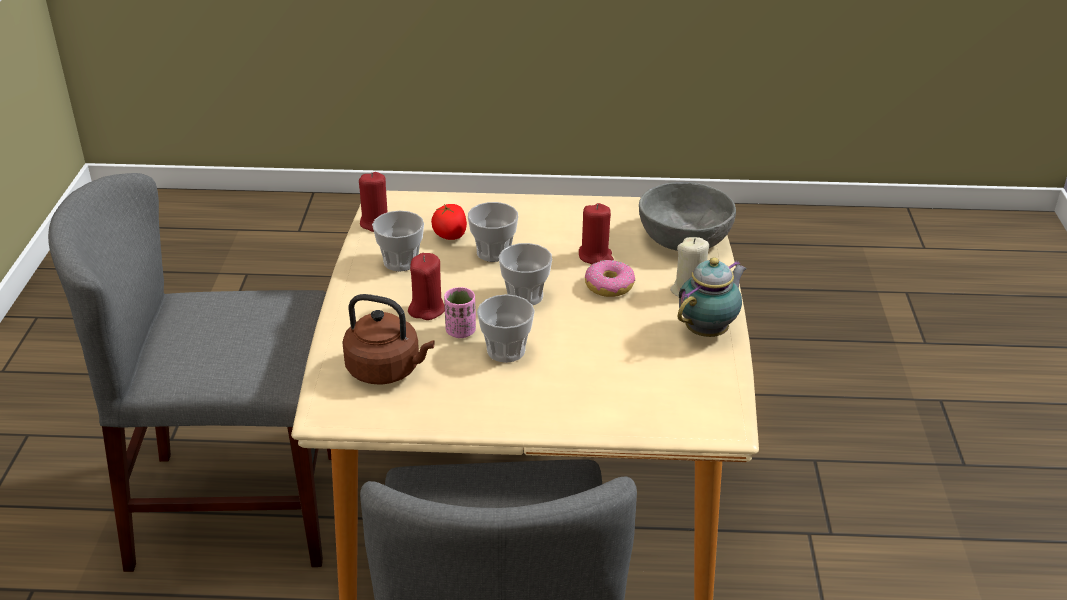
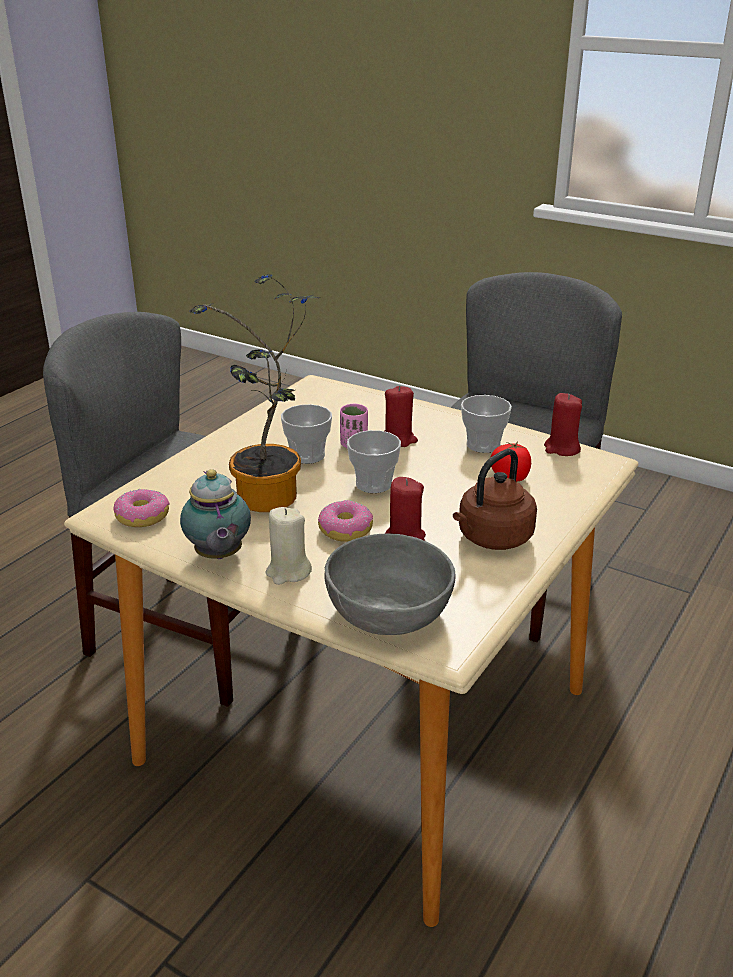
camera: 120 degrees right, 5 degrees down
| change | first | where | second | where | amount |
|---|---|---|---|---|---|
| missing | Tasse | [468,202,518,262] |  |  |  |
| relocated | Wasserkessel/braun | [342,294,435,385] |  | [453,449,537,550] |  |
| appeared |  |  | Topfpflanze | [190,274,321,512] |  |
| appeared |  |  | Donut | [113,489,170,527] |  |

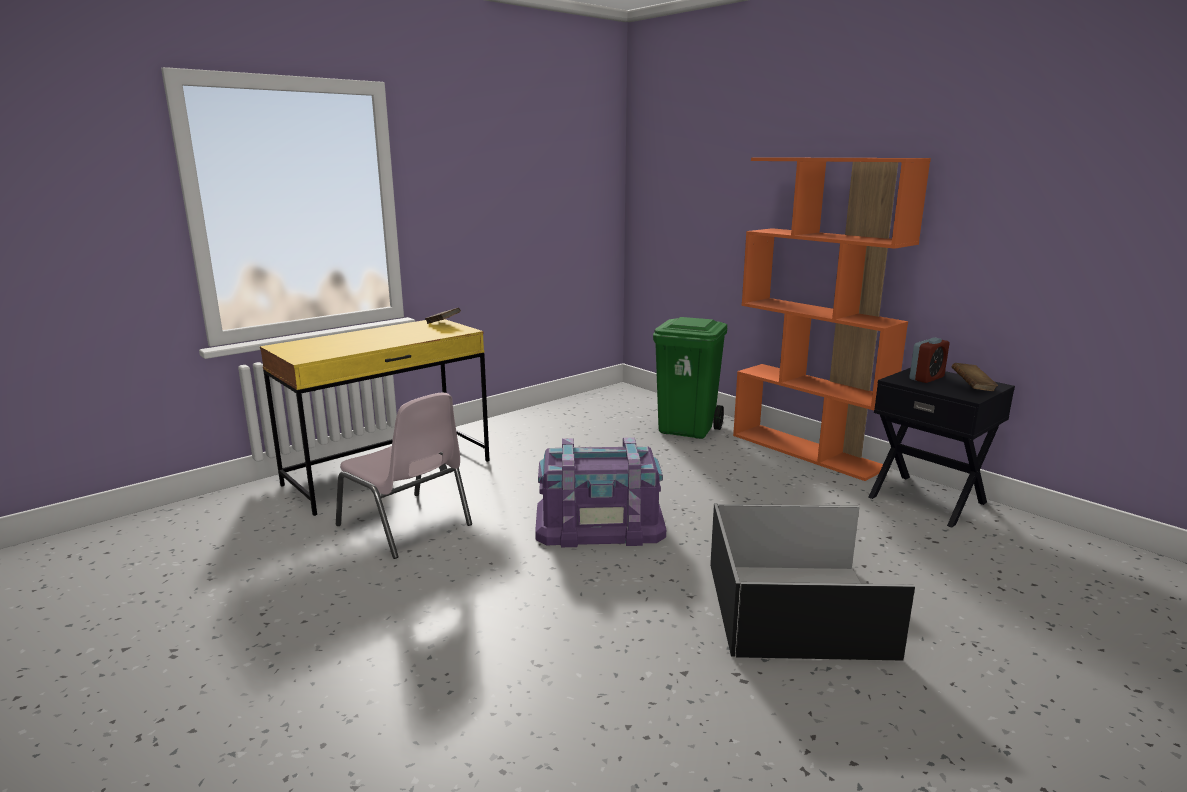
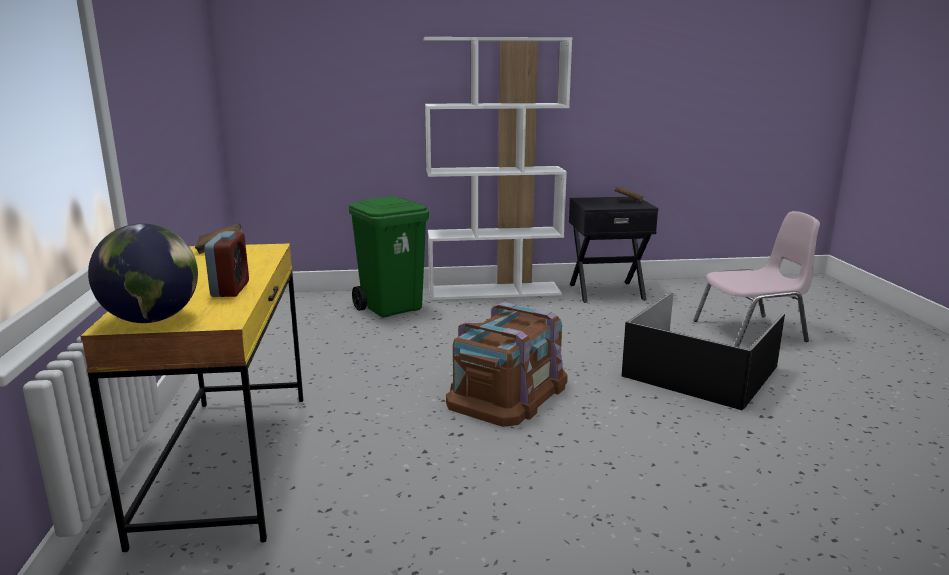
camera: 55 degrees left, 0 degrees up
| change | first | where | second | where | amount |
|---|---|---|---|---|---|
| colour | Bücherregal/orange | [733,158,931,481] | Bücherregal/weiß | [424,37,572,300] |  |
| relocated | Wecker | [910,337,950,383] |  | [204,231,249,297] |  |
| relocated | Stuhl/rosa | [336,393,472,559] |  | [693,211,820,347] |  |
| colour | Aufbewahrungsbox/lila | [535,437,666,547] | Aufbewahrungsbox/braun | [446,302,567,427] |  |
| appeared |  |  | Globus | [88,224,198,323] |  |

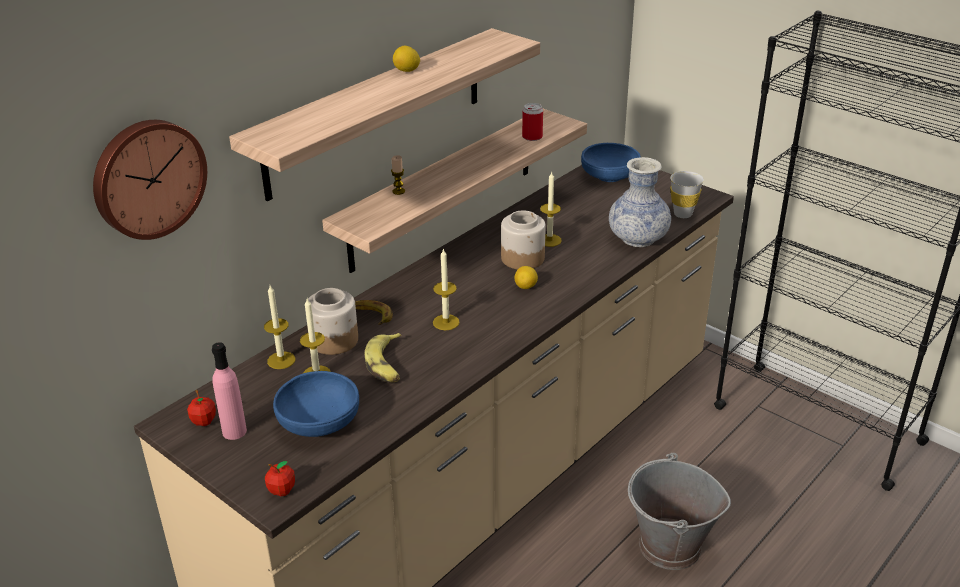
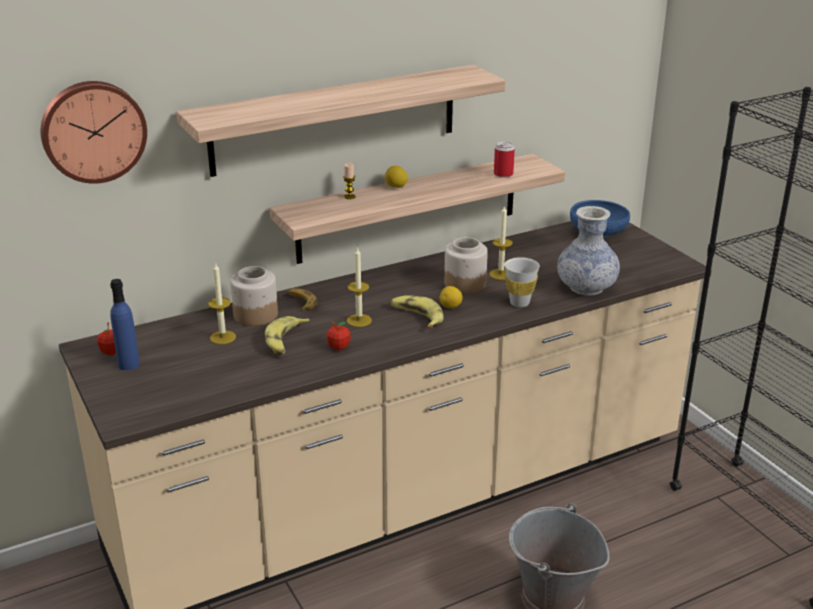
camera: 20 degrees right, 5 degrees down
| change | first | where | second | where | amount |
|---|---|---|---|---|---|
| relocated | Zitrone | [393,46,420,72] |  | [385,166,408,188] |  |
| relocated | Tasse/weiß | [670,171,704,218] |  | [504,257,540,307] |  |
| missing | Kerze | [264,285,295,369] |  |  |  |
| colour | Flasche/rosa | [212,342,247,440] | Flasche/blau | [110,279,140,370] |  |
| missing | Schüssel/blau | [273,371,359,437] |  |  |  |
| relocated | Apfel | [265,461,295,496] |  | [327,321,351,350] |  |
| appeared |  |  | Banane | [390,296,444,328] |  |

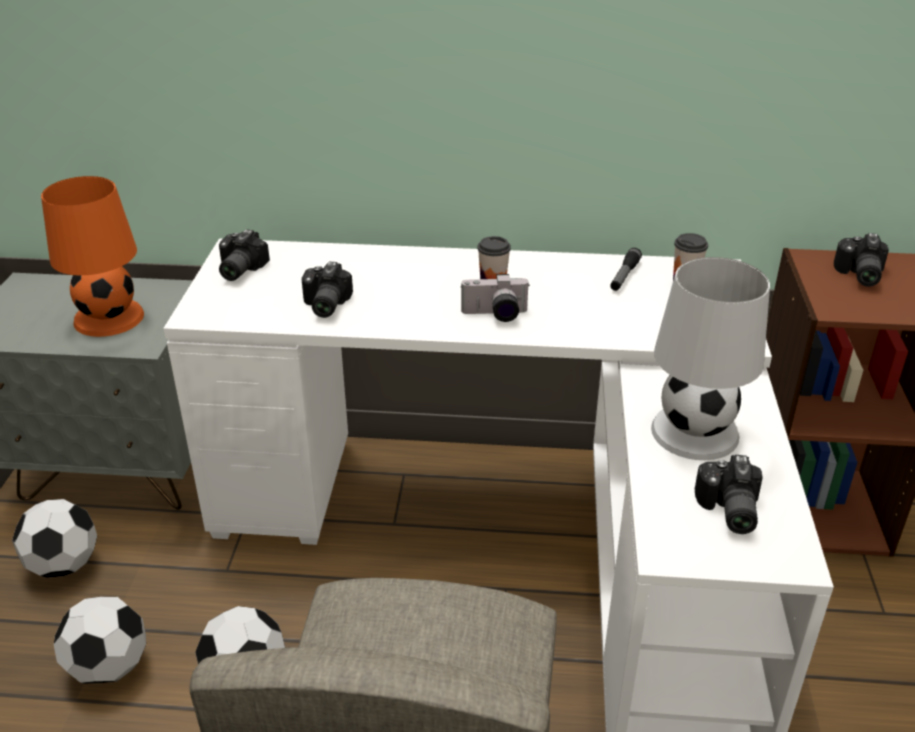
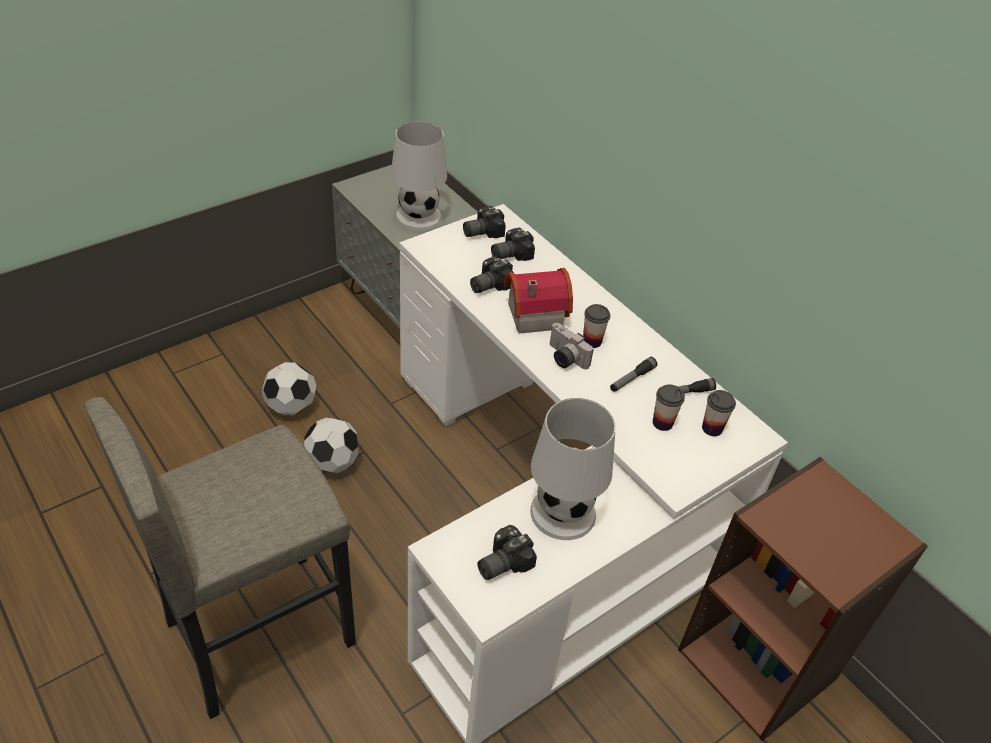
camera: 45 degrees right, 10 degrees up
| change | first | where | second | where | amount |
|---|---|---|---|---|---|
| colour | Tischlampe/orange | [41,176,144,337] | Tischlampe/weiß | [391,121,447,231] |  |
| relocated | Kamera | [834,233,889,287] |  | [491,227,535,261] |  |
| missing | Fußball | [12,499,97,578] |  |  |  |
| appeared |  |  | Spielzeughaus | [504,268,573,334] |  |
| appeared |  |  | Taschenlampe | [610,357,657,392] |  |
| appeared |  |  | Tasse | [653,384,685,431] |  |

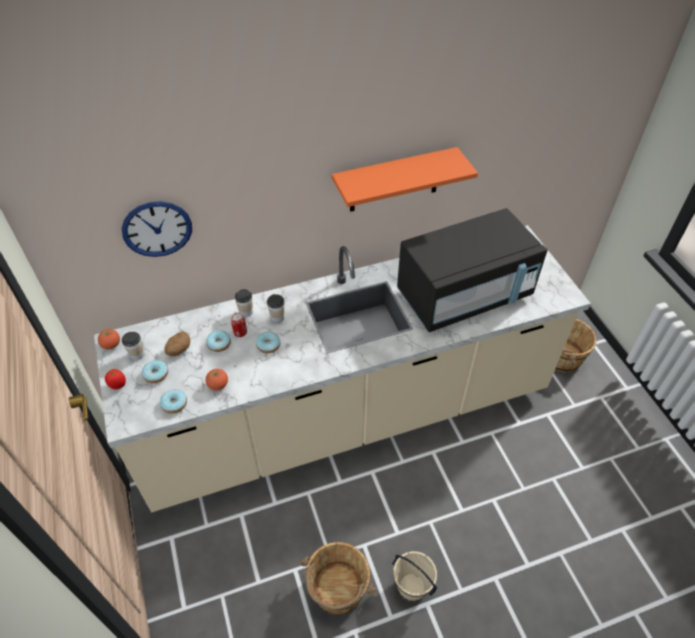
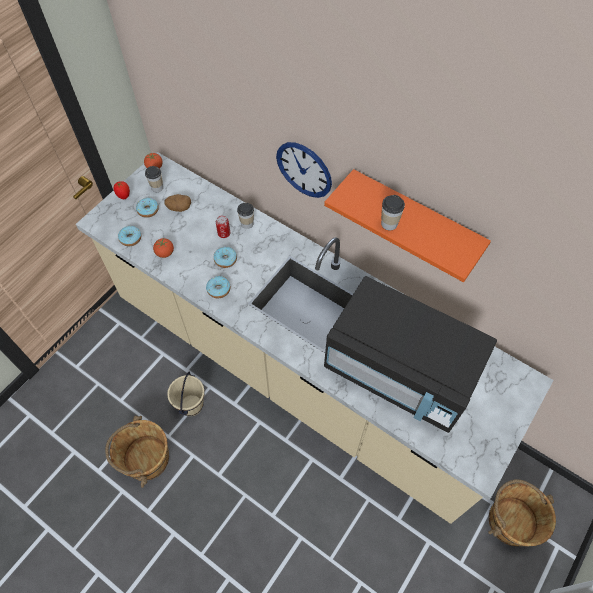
camera: 55 degrees right, 10 degrees up
| change | first | where | second | where | amount |
|---|---|---|---|---|---|
| relocated | Wanduhr | [121,201,192,257] |  | [276,142,332,198] |  |
| relocated | Tasse | [267,294,284,323] |  | [381,195,405,230] |  |
| relocated | Donut | [206,330,231,352] |  | [206,276,230,298] |  |
| relocated | Eimer/beige | [392,551,438,602] |  | [167,372,205,416] |  |

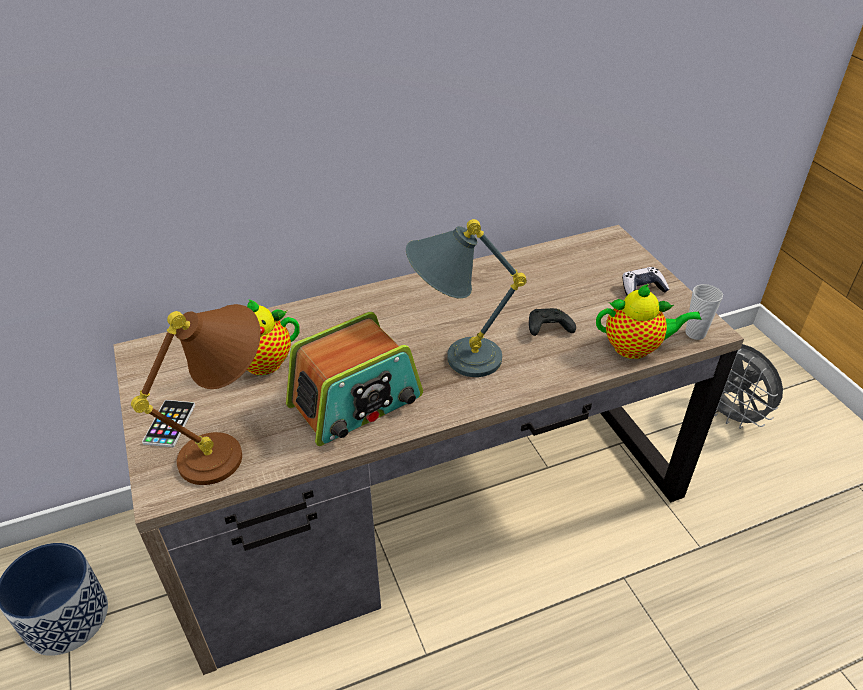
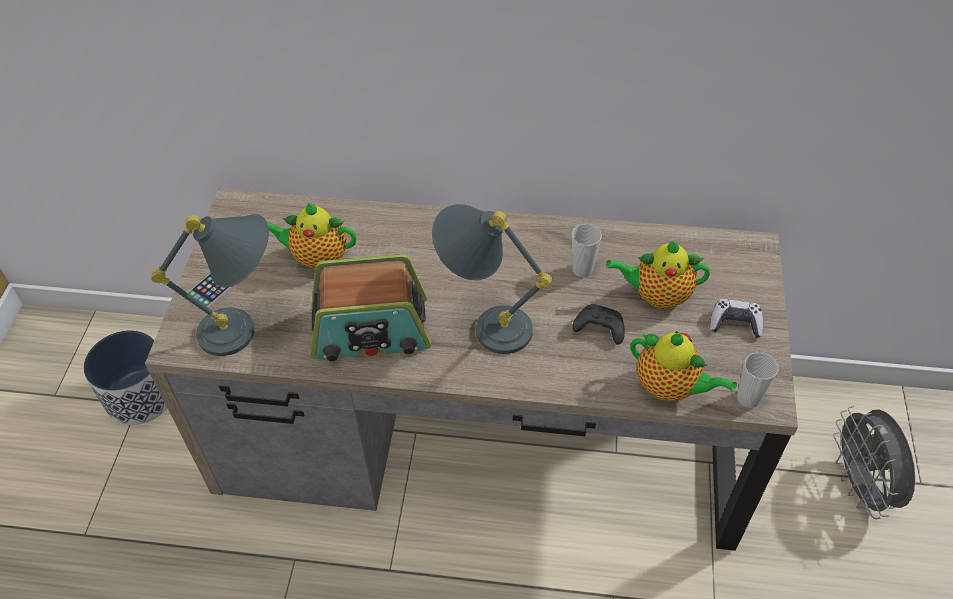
camera: 30 degrees right, 10 degrees up
| change | first | where | second | where | amount |
|---|---|---|---|---|---|
| colour | Tischlampe/braun | [131,304,261,485] | Tischlampe/grau | [151,214,269,356] |  |
| appeared |  |  | Tasse | [572,224,602,277] |  |
| appeared |  |  | Teekanne | [606,240,710,309] |  |

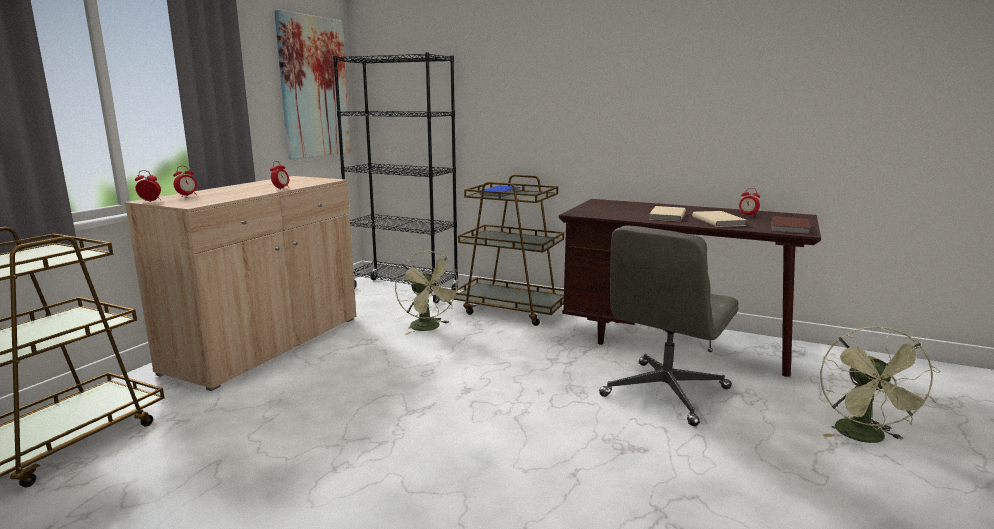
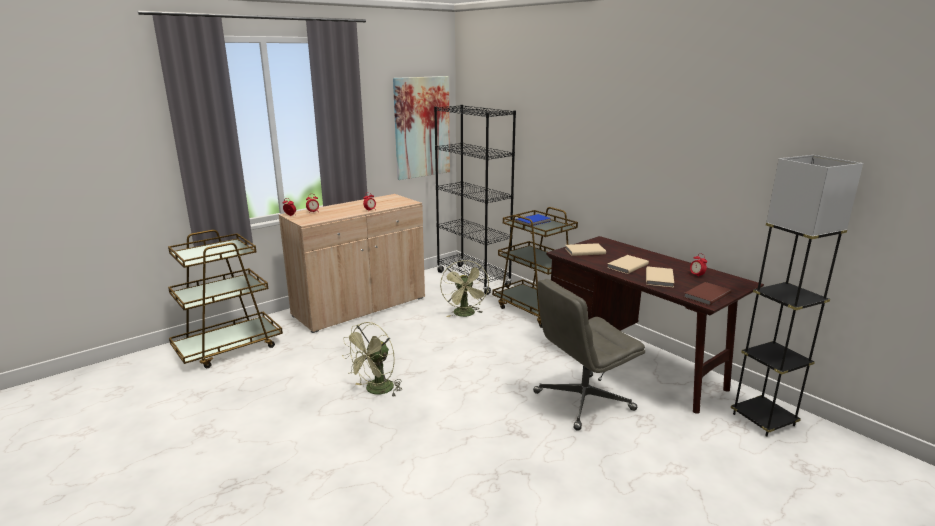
camera: 25 degrees right, 5 degrees up
| change | first | where | second | where | amount |
|---|---|---|---|---|---|
| relocated | Ventilator/grün | [820,326,940,443] |  | [342,322,402,396] |  |
| appeared |  |  | Stehlampe/grau | [731,155,863,437] |  |
| appeared |  |  | Buch/beige | [565,243,606,256] |  |

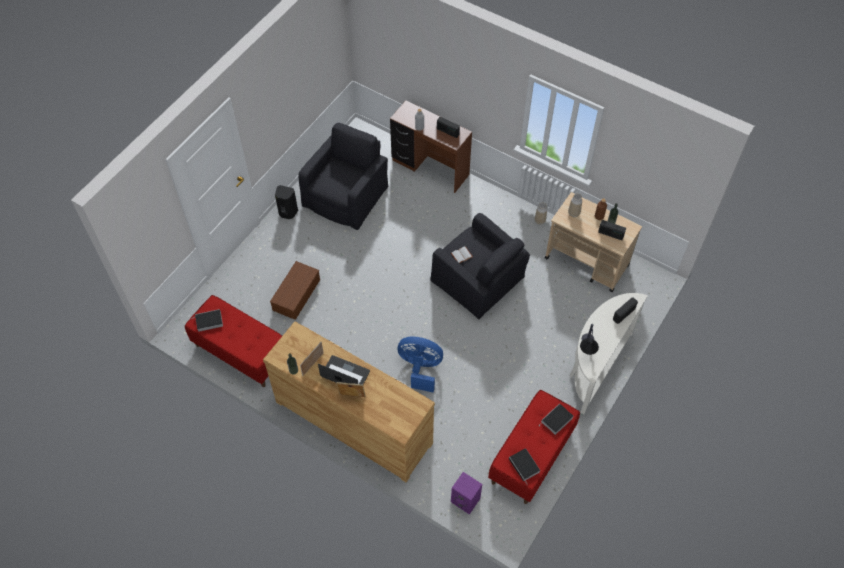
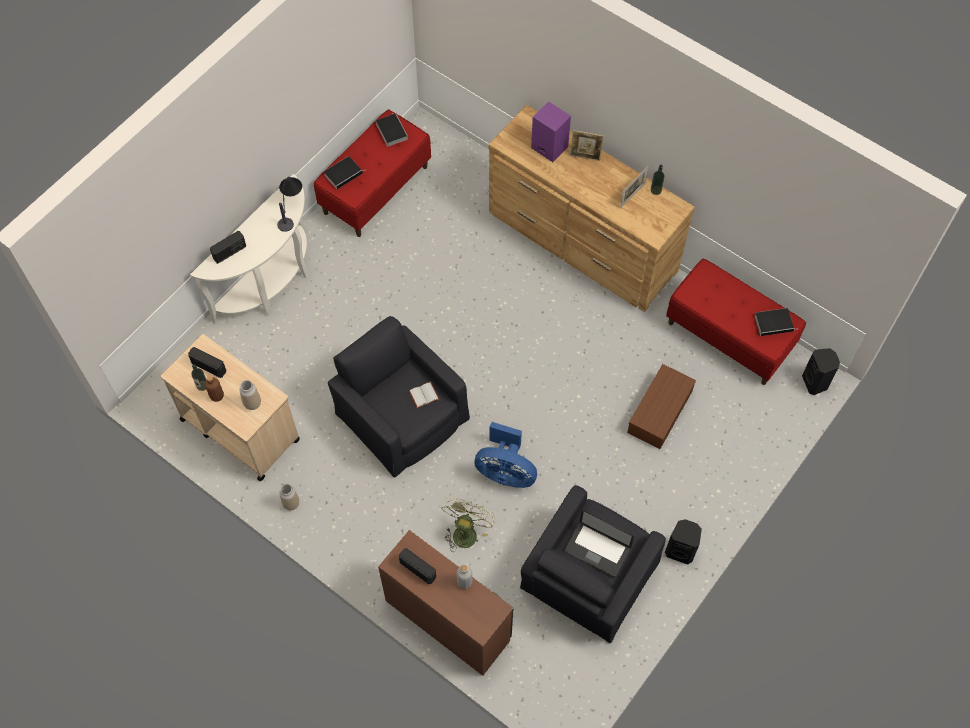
camera: 175 degrees left, 5 degrees up
| change | first | where | second | where | amount |
|---|---|---|---|---|---|
| relocated | Ventilator/blau | [397,337,443,393] |  | [474,422,537,488] |  |
| relocated | Laptop | [318,355,370,385] |  | [565,510,634,577] |  |
| relocated | Lautsprecher/lila | [451,472,482,515] |  | [531,101,571,162] |  |
| appeared |  |  | Lautsprecher/schwarz | [802,348,840,395] |  |
| appeared |  |  | Ventilator/grün | [441,497,495,551] |  |

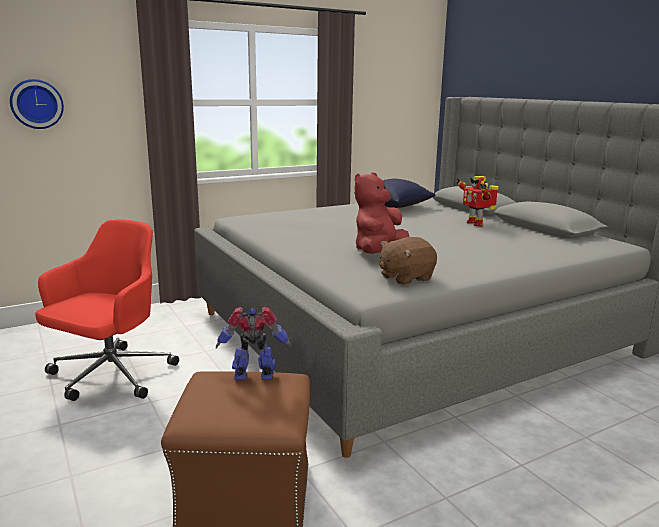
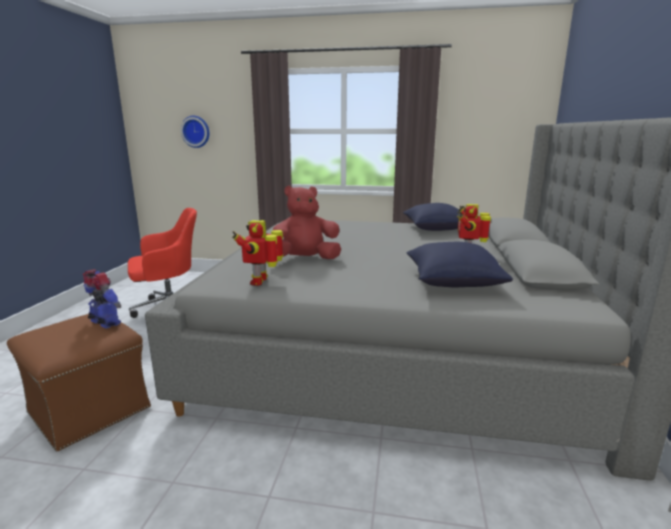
camera: 40 degrees right, 0 degrees up
| change | first | where | second | where | amount |
|---|---|---|---|---|---|
| exchanged | Plüschtier/braun | [379,237,437,285] | Spielzeugroboter | [232,220,283,286] |  |
| appeared |  |  | Kissen/blau | [406,242,513,287] |  |

